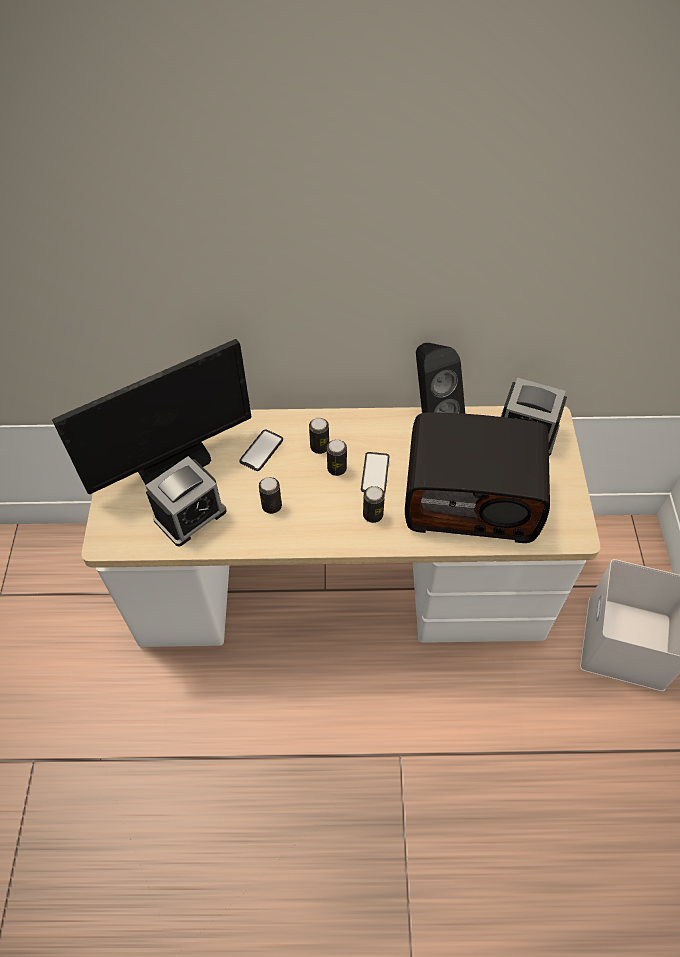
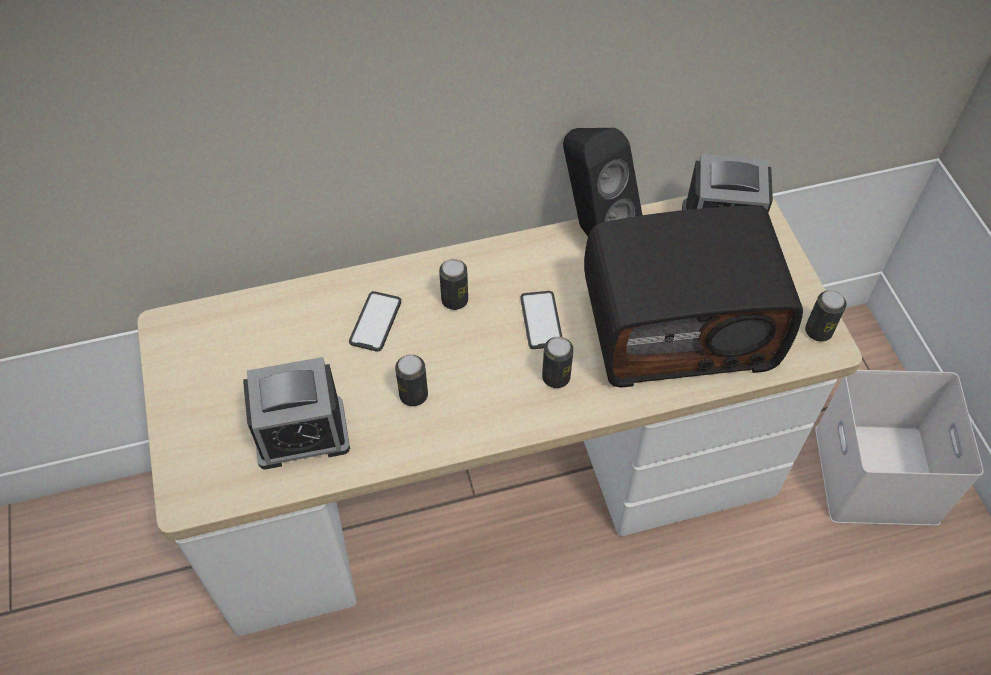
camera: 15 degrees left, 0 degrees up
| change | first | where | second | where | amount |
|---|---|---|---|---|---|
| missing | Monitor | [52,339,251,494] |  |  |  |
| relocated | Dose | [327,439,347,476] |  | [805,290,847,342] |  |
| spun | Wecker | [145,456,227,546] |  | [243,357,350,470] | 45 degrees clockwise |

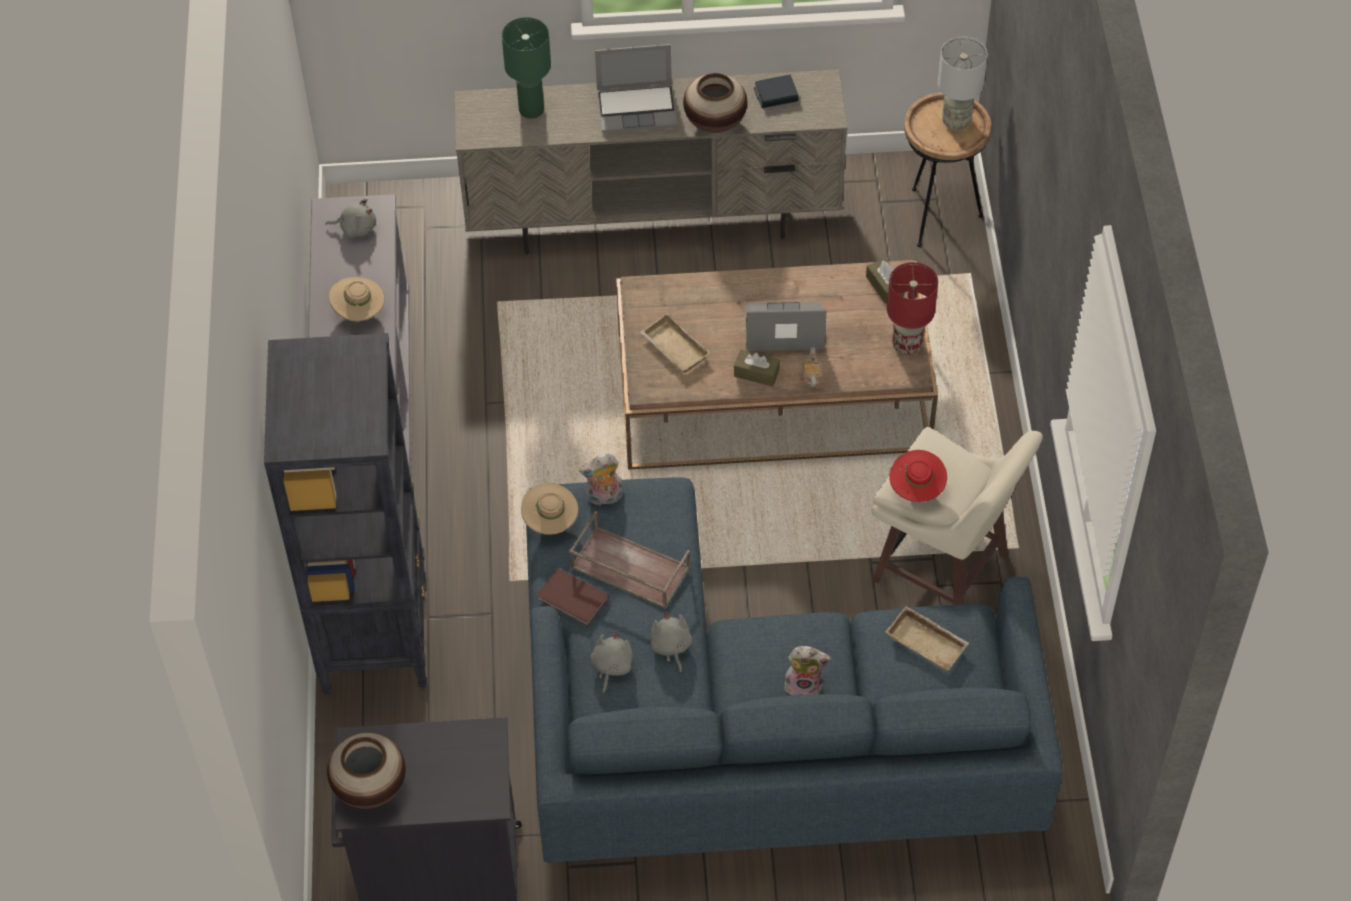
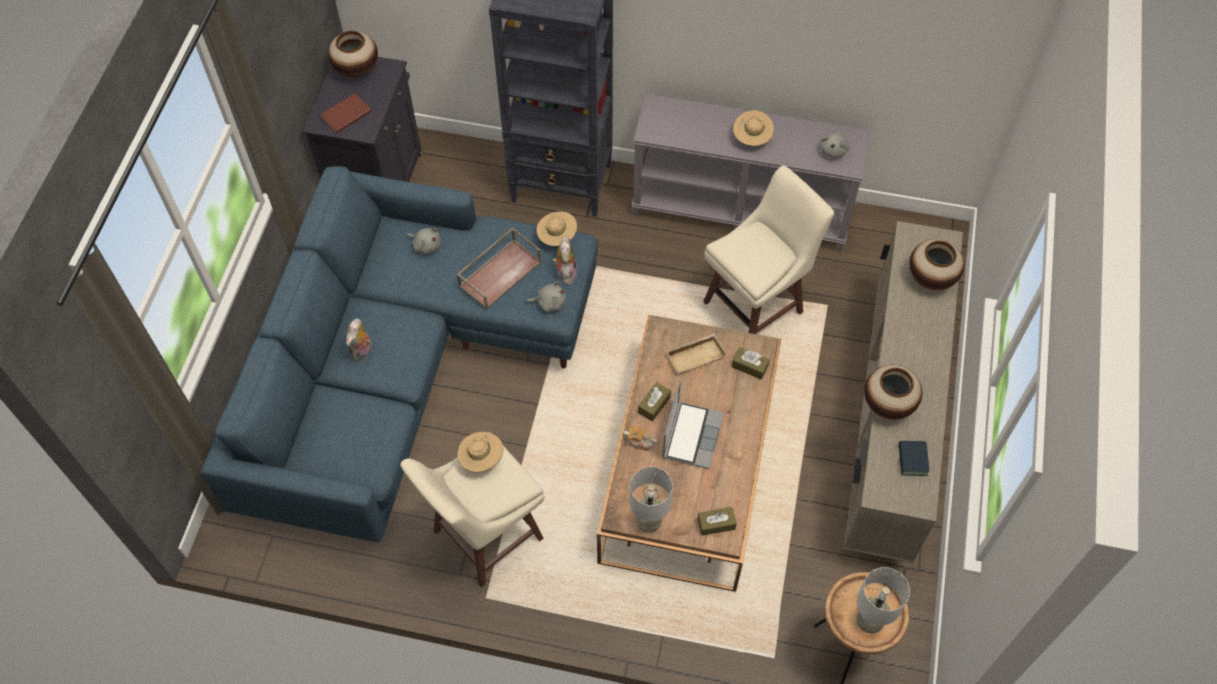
camera: 105 degrees right, 5 degrees up
| change | first | where | second | where | amount |
|---|---|---|---|---|---|
| exchanged | Tischlampe/grün | [502,17,551,119] | Vase | [909,239,964,290] |  |
| missing | Laptop | [595,44,677,133] |  |  |  |
| colour | Tischlampe/rot | [887,262,938,355] | Tischlampe/grau | [629,467,673,532] |  |
| colour | Hut/rot | [889,450,947,502] | Hut/beige | [457,432,503,473] |  |
| relocated | Buch/braun | [536,568,609,627] |  | [320,93,371,134] |  |
| missing | Tablett/beige | [886,606,969,671] |  |  |  |
| relocated | Plüschtier/grau | [650,611,692,673] |  | [526,281,566,312] |  |
| appeared |  |  | Hocker/beige | [703,166,834,334] |  |
| appeared |  |  | Taschentuchbox/braun | [732,347,770,380] |  |

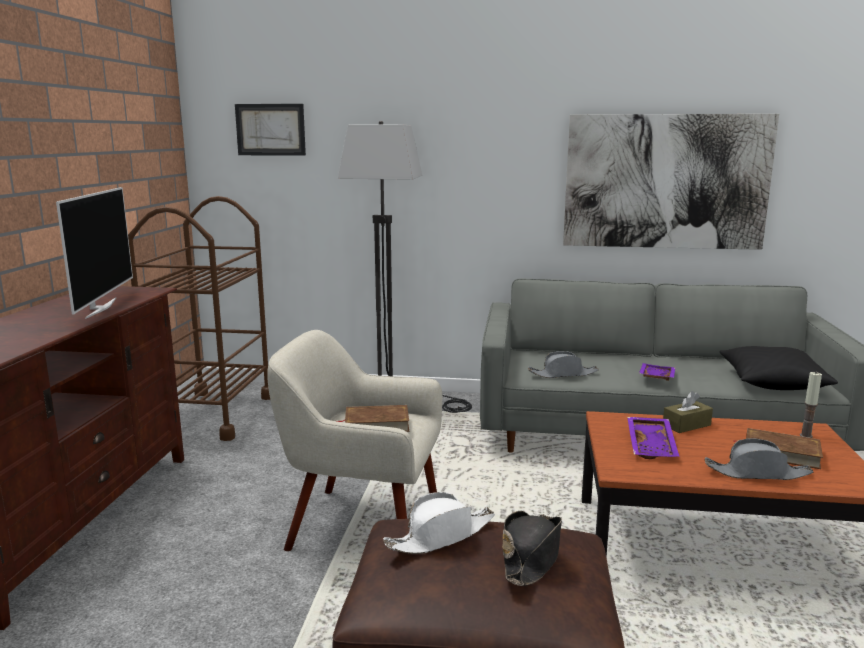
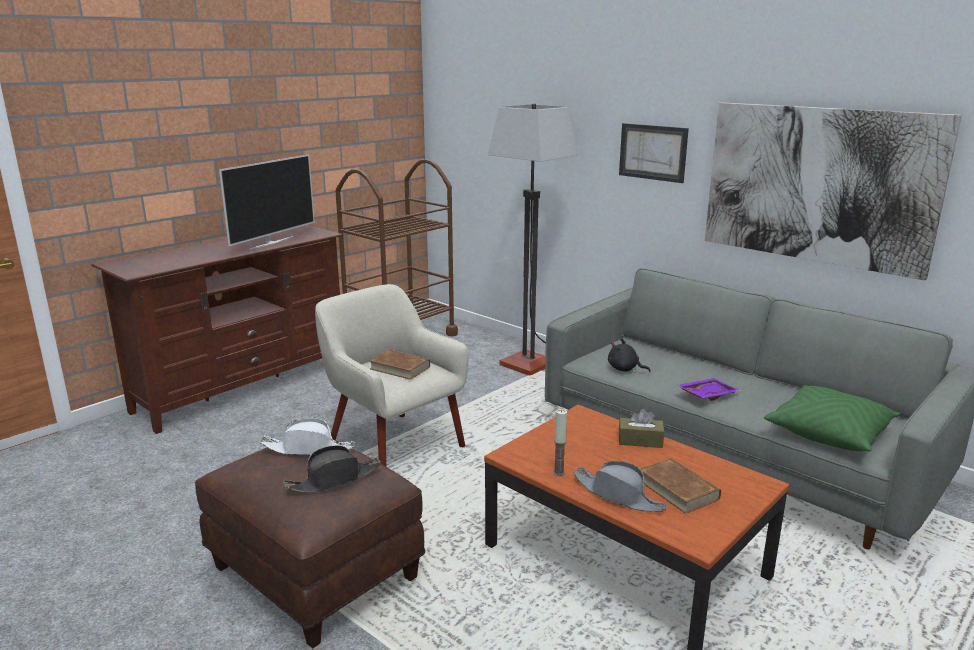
camera: 35 degrees right, 5 degrees up
| change | first | where | second | where | amount |
|---|---|---|---|---|---|
| relocated | Bild | [235,104,306,156] |  | [619,123,689,183] |  |
| colour | Kissen/schwarz | [719,346,838,390] | Kissen/grün | [764,385,900,452] |  |
| exchanged | Hut/grau | [528,351,599,378] | Plüschtier/schwarz | [608,338,651,373] |  |
| relocated | Kerze | [800,372,822,438] |  | [553,409,567,476] |  |
| missing | Tablett/lila | [627,417,680,459] |  |  |  |

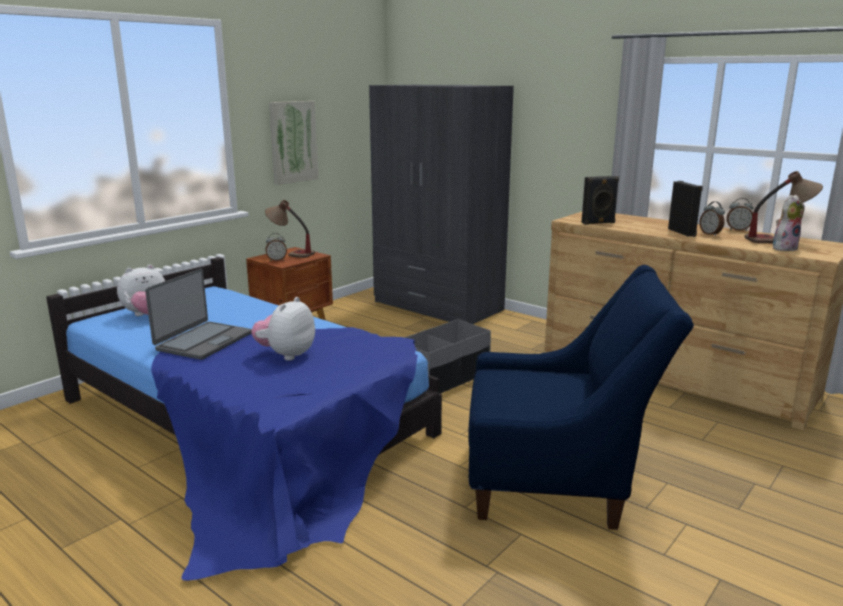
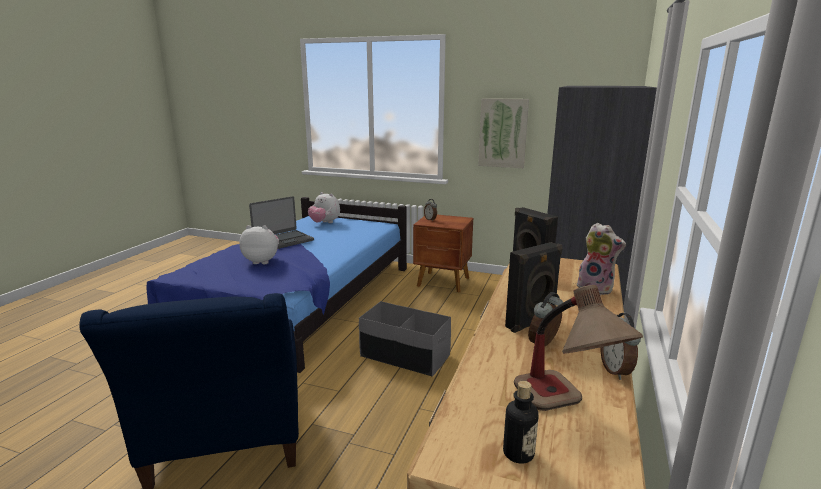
camera: 70 degrees right, 0 degrees up
| change | first | where | second | where | amount |
|---|---|---|---|---|---|
| relocated | Plüschtier | [773,195,805,251] |  | [575,223,626,295] |  |
| missing | Tischlampe | [265,200,315,258] |  |  |  |
| spun | Laptop | [145,269,252,360] |  | [249,196,314,249] | 45 degrees counterclockwise |
| appeared |  |  | Flasche | [503,381,539,464] |  |

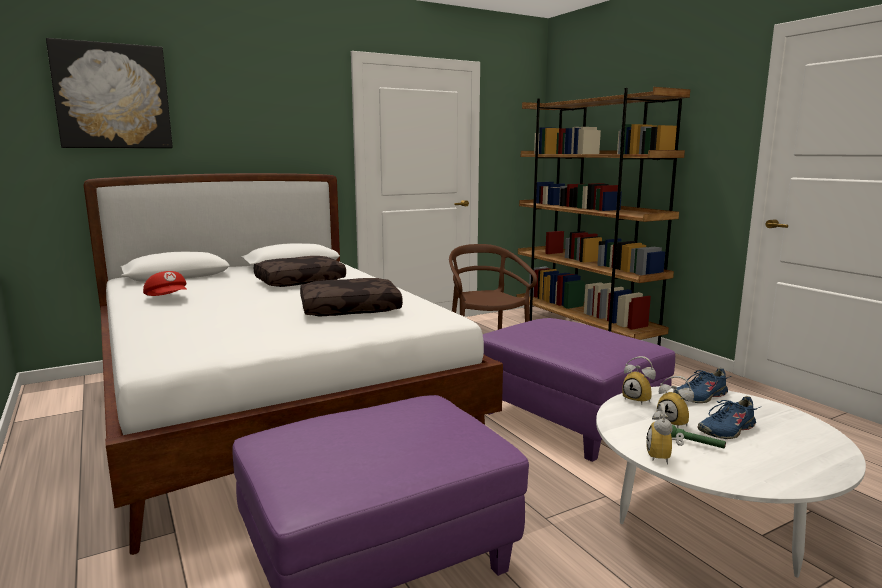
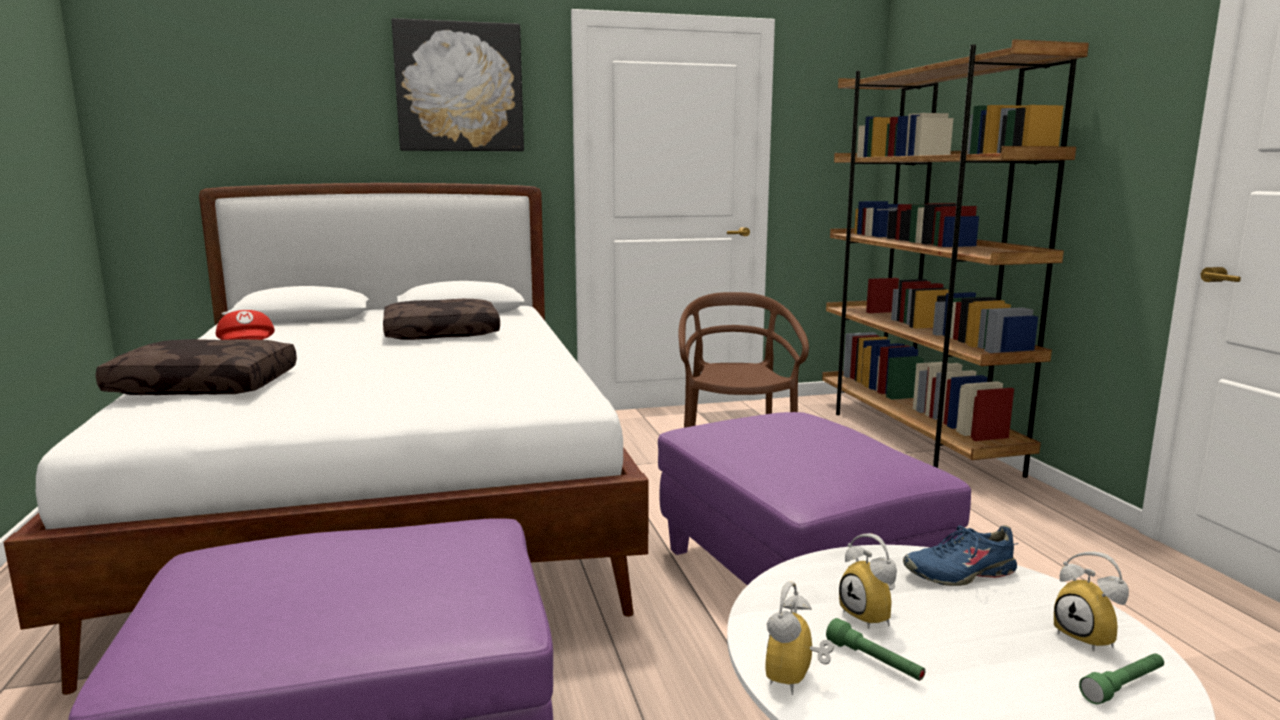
camera: 15 degrees right, 0 degrees up
| change | first | where | second | where | amount |
|---|---|---|---|---|---|
| relocated | Bild | [46,38,173,148] |  | [391,18,524,151] |  |
| relocated | Kissen/braun | [300,278,403,316] |  | [96,339,297,395] |  |
| relocated | Wecker | [623,356,656,405] |  | [1054,551,1129,652] |  |
| missing | Schuh/blau | [698,396,760,439] |  |  |  |
| appeared |  |  | Taschenlampe/grün | [1079,653,1164,704] |  |

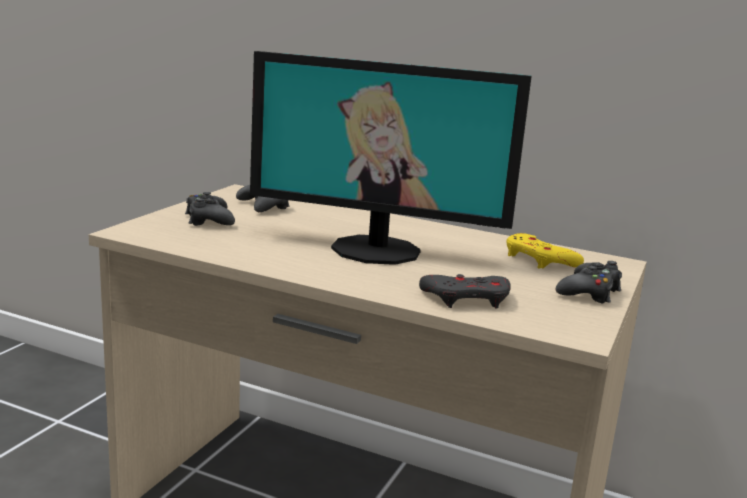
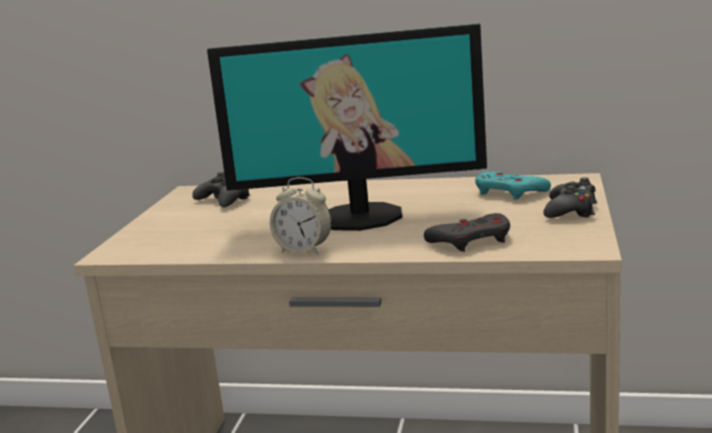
camera: 10 degrees left, 0 degrees up
| change | first | where | second | where | amount |
|---|---|---|---|---|---|
| missing | Gamepad/schwarz | [185,192,235,226] |  |  |  |
| colour | Gamepad/gelb | [506,233,584,269] | Gamepad/türkis | [475,171,551,200] |  |
| appeared |  |  | Wecker | [270,177,332,254] |  |

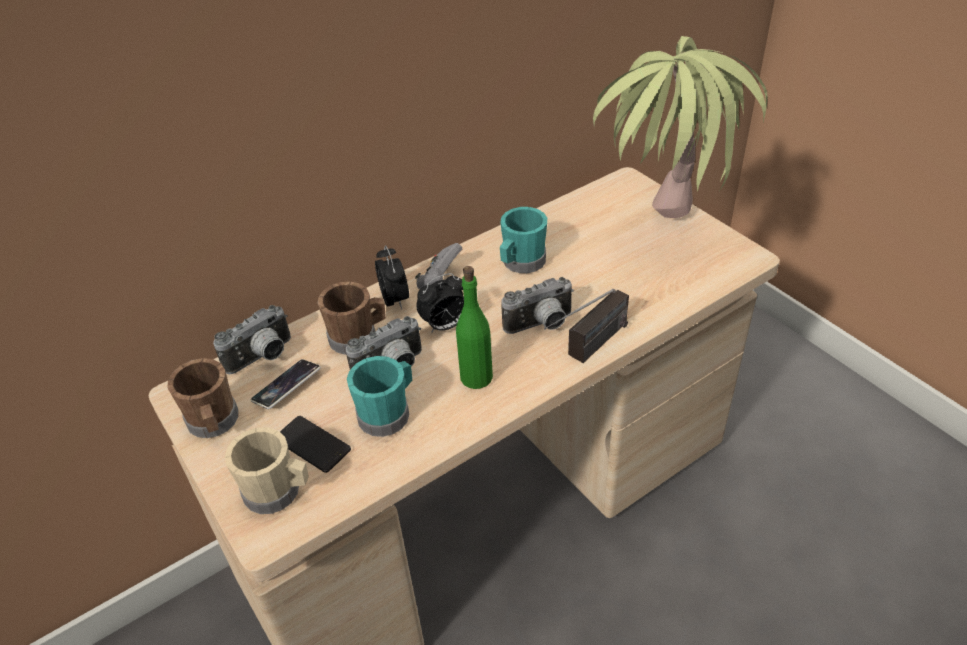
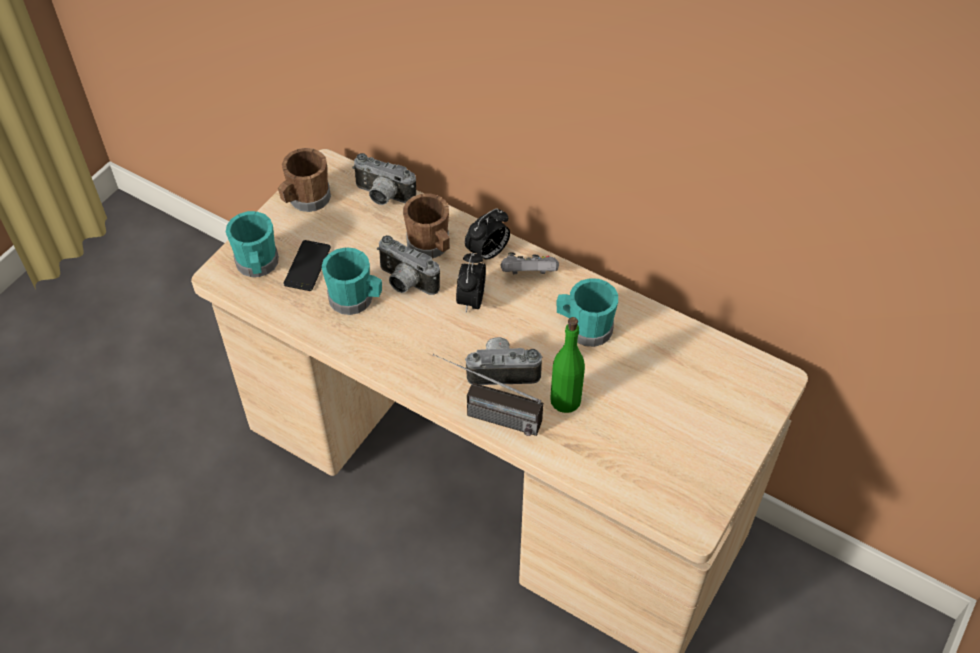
camera: 65 degrees right, 10 degrees up
| change | first | where | second | where | amount |
|---|---|---|---|---|---|
| missing | Topfpflanze | [593,36,768,218] |  |  |  |
| relocated | Flasche/grün | [456,266,493,389] |  | [550,317,585,413] |  |
| spun | Wecker | [416,273,464,333] |  | [456,253,486,313] | 60 degrees clockwise |
| spun | Kamera | [501,277,574,334] |  | [465,337,543,385] | 135 degrees clockwise |
| missing | Handy | [251,359,321,409] |  |  |  |
| colour | Henkelbecher/beige | [225,427,309,514] | Henkelbecher/türkis | [226,211,279,277] |  |

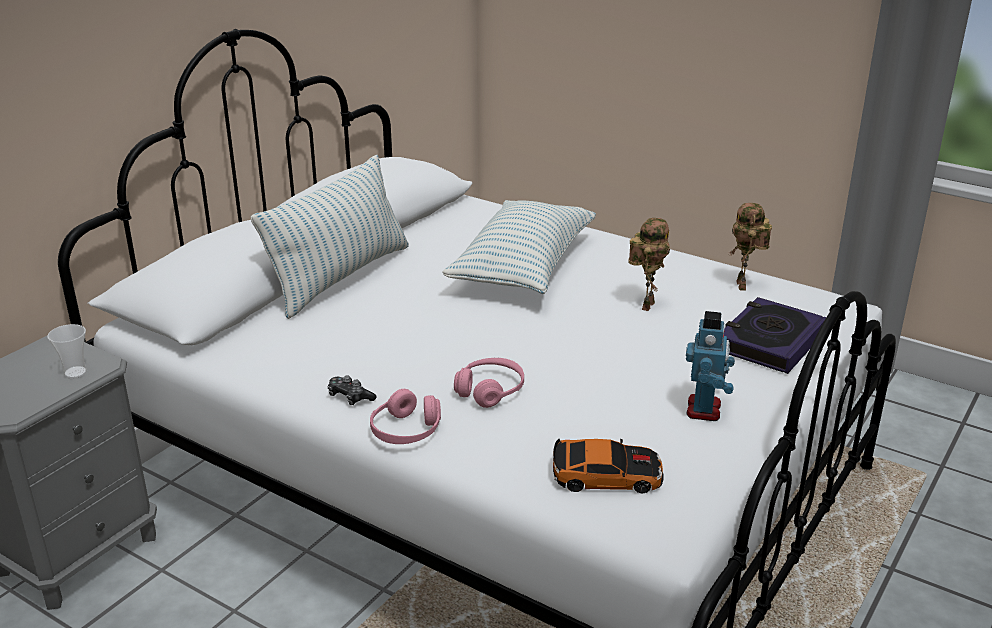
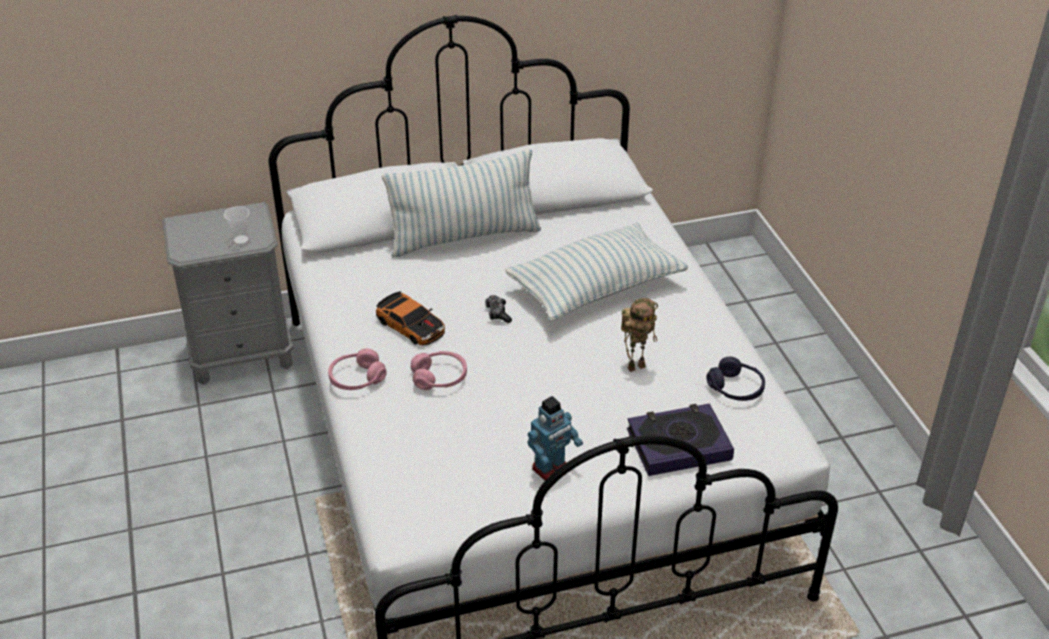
camera: 40 degrees right, 10 degrees up
| change | first | where | second | where | amount |
|---|---|---|---|---|---|
| exchanged | Spielzeugroboter | [729,203,772,290] | Kopfhörer/lila | [707,357,765,401] |  |
| relocated | Gamepad | [327,375,377,405] |  | [485,295,512,323] |  |
| relocated | Spielzeugauto | [553,439,664,493] |  | [376,291,445,345] |  |

